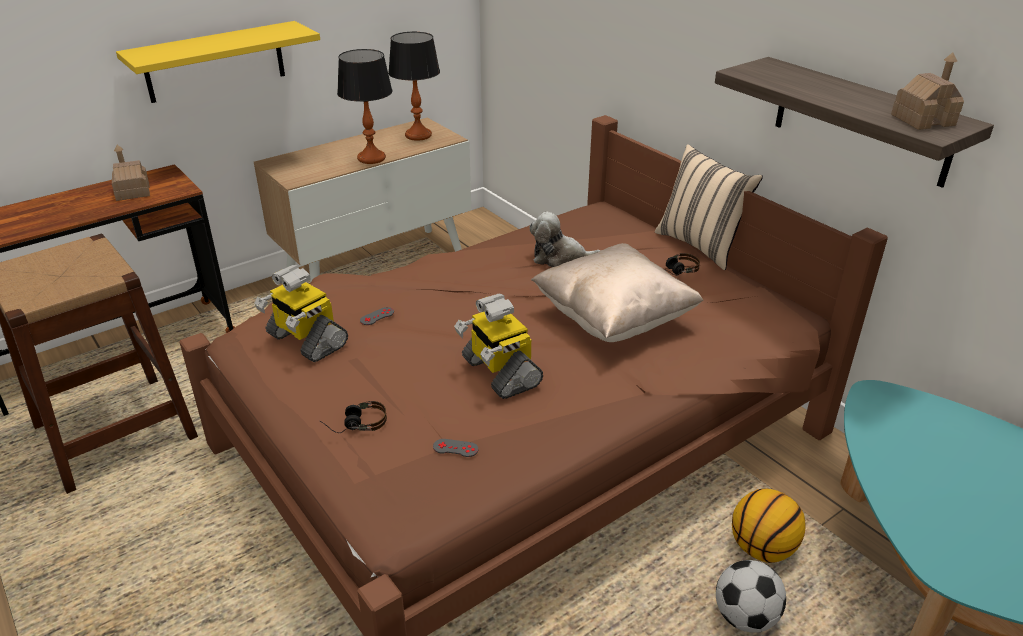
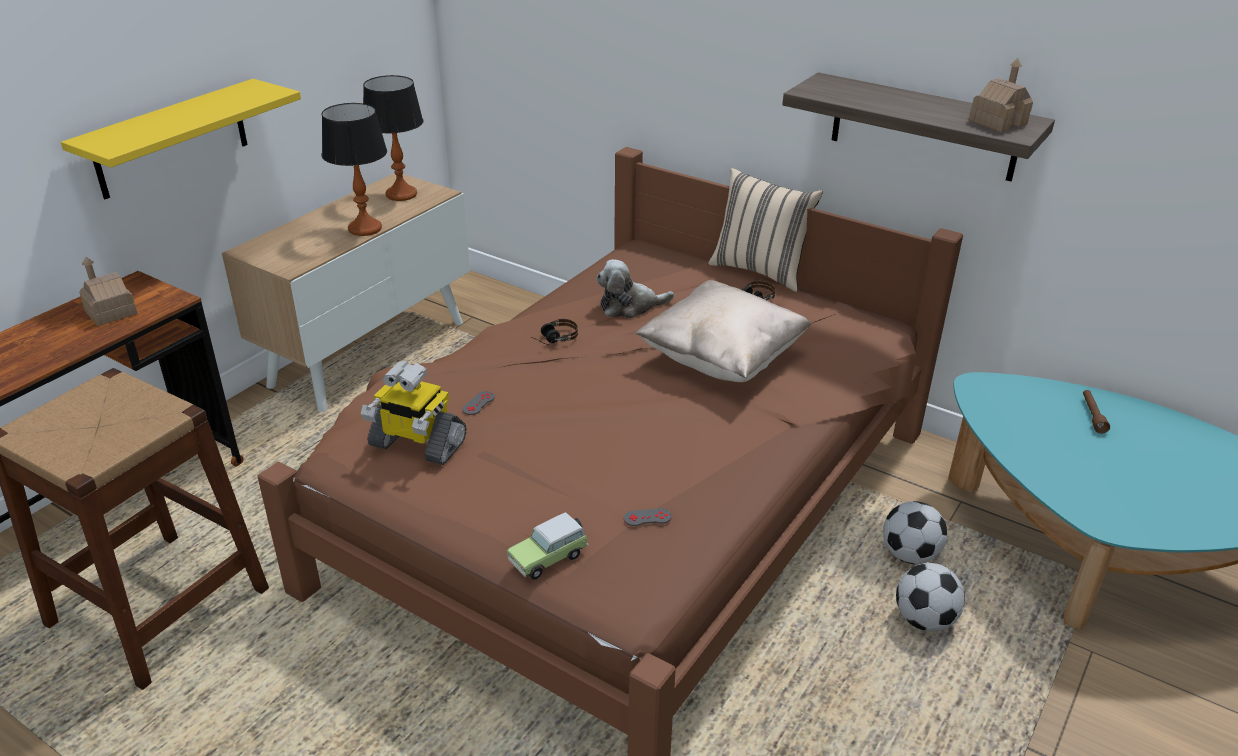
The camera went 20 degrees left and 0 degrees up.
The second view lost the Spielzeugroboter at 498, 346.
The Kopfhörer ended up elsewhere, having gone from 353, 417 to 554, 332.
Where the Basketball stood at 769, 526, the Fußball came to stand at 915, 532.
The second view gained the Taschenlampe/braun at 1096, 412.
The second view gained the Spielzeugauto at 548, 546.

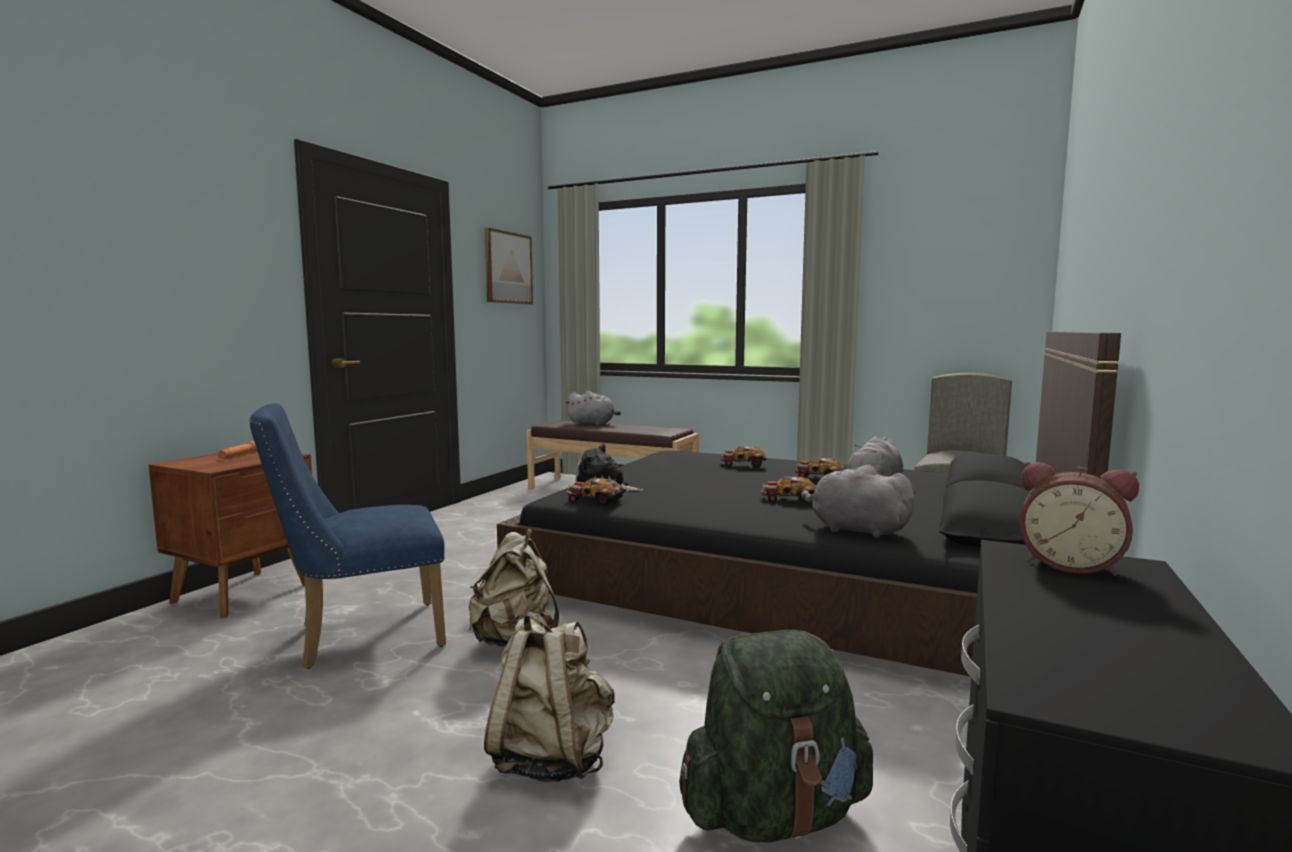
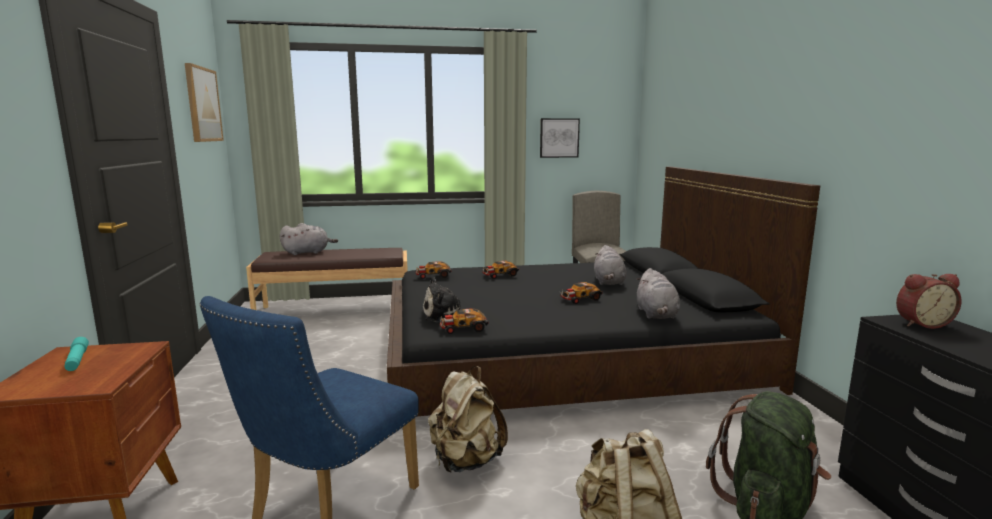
The camera went 35 degrees left and 5 degrees up.
What was the Taschenlampe/orange at 237, 450 turned into the Taschenlampe/türkis at 76, 354.
The Spielzeugauto ended up elsewhere, having gone from 821, 467 to 433, 270.
The Plüschtier/grau at 858, 501 ended up facing another way, 90 degrees counterclockwise from before.
The second view gained the Bild at 560, 138.

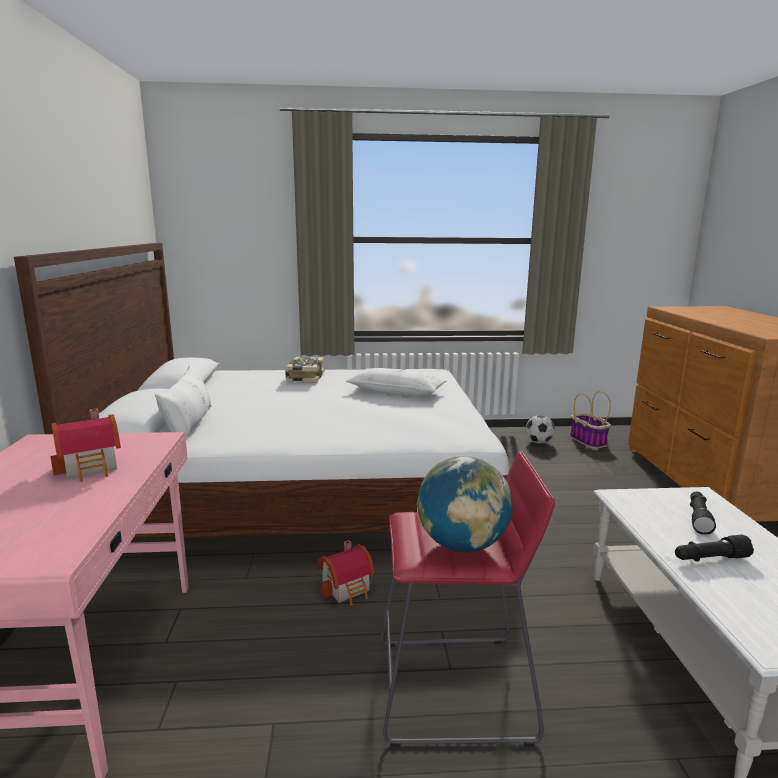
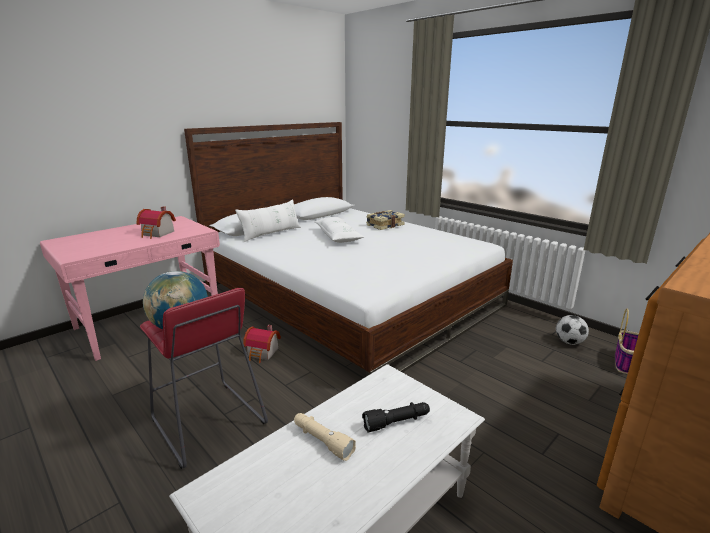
The camera went 50 degrees right and 5 degrees up.
The Kissen/weiß ended up elsewhere, having gone from 396, 382 to 339, 230.
What was the Taschenlampe/schwarz at 714, 548 turned into the Taschenlampe/beige at 325, 437.

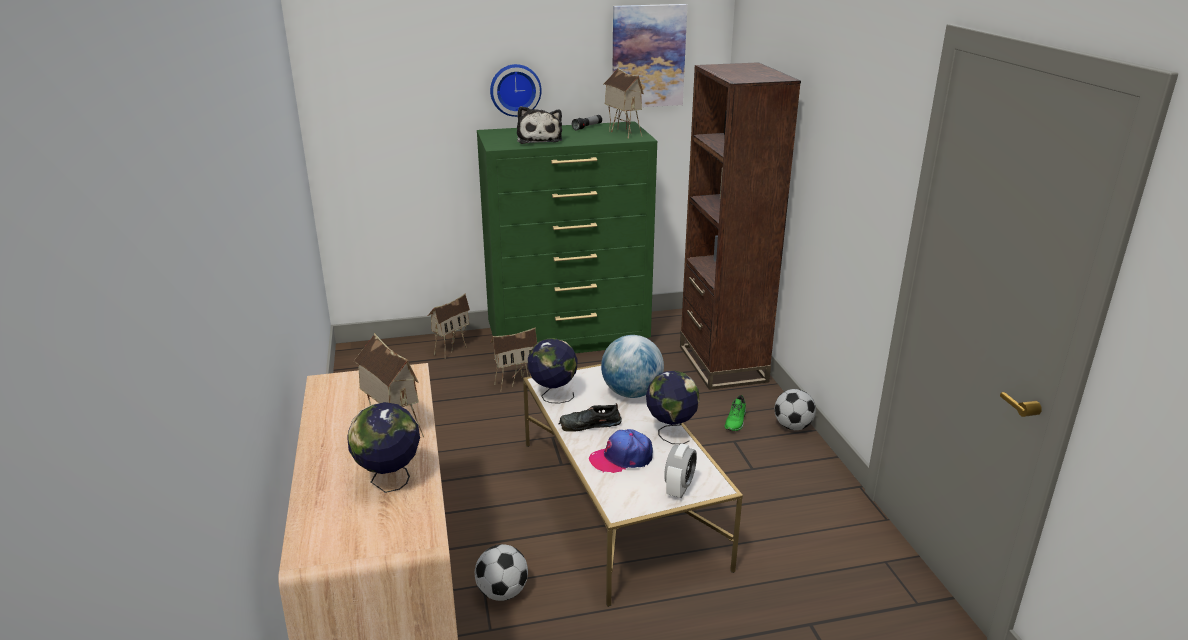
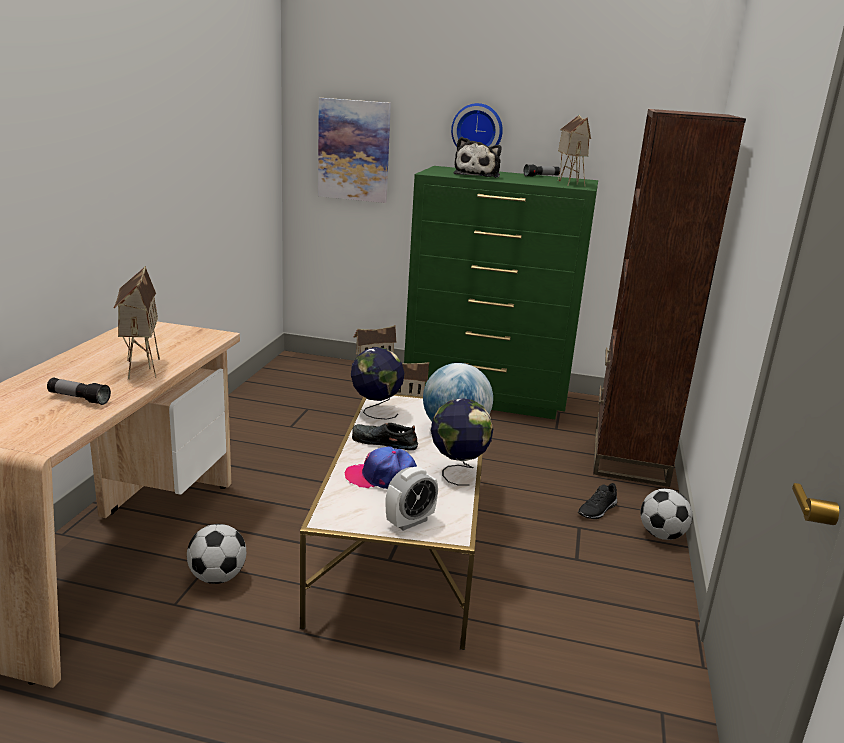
The camera went 25 degrees right and 5 degrees down.
The Bild ended up elsewhere, having gone from 649, 56 to 354, 150.
What was the Schuh/grün at 735, 413 turned into the Schuh/schwarz at 597, 501.
Where the Globus stood at 383, 447, the Taschenlampe came to stand at 79, 391.

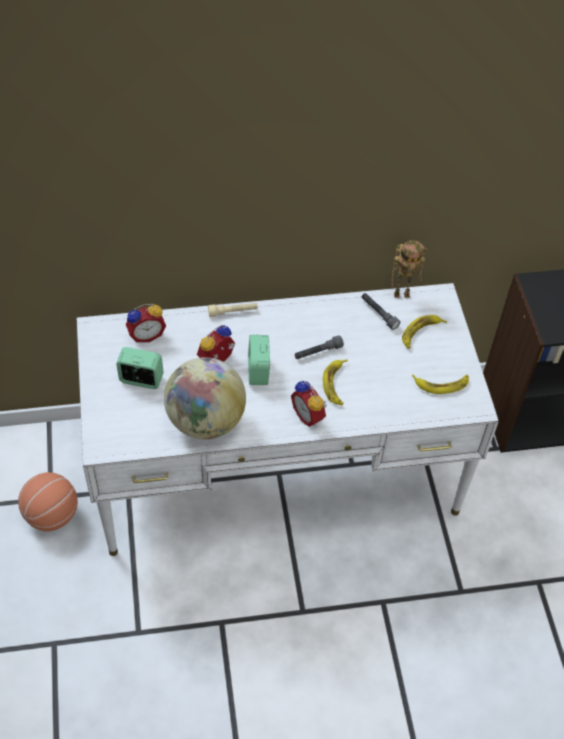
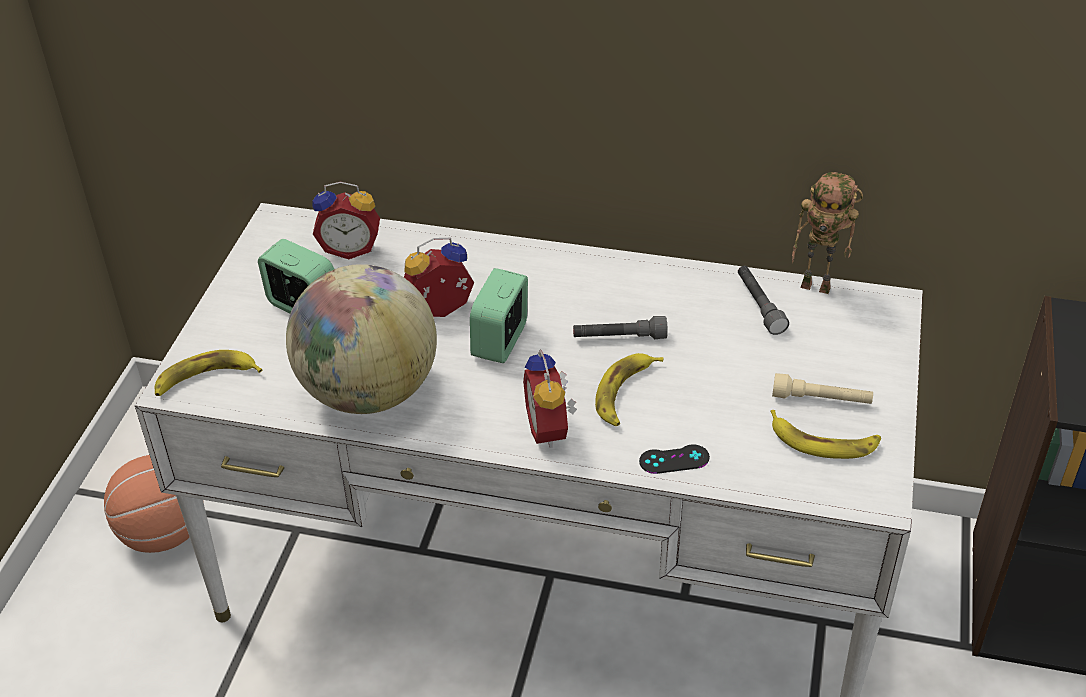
The camera went 25 degrees right and 10 degrees down.
The Taschenlampe/beige ended up elsewhere, having gone from 233, 310 to 822, 388.
The Banane ended up elsewhere, having gone from 424, 332 to 209, 373.
The second view gained the Gamepad/schwarz at 674, 459.

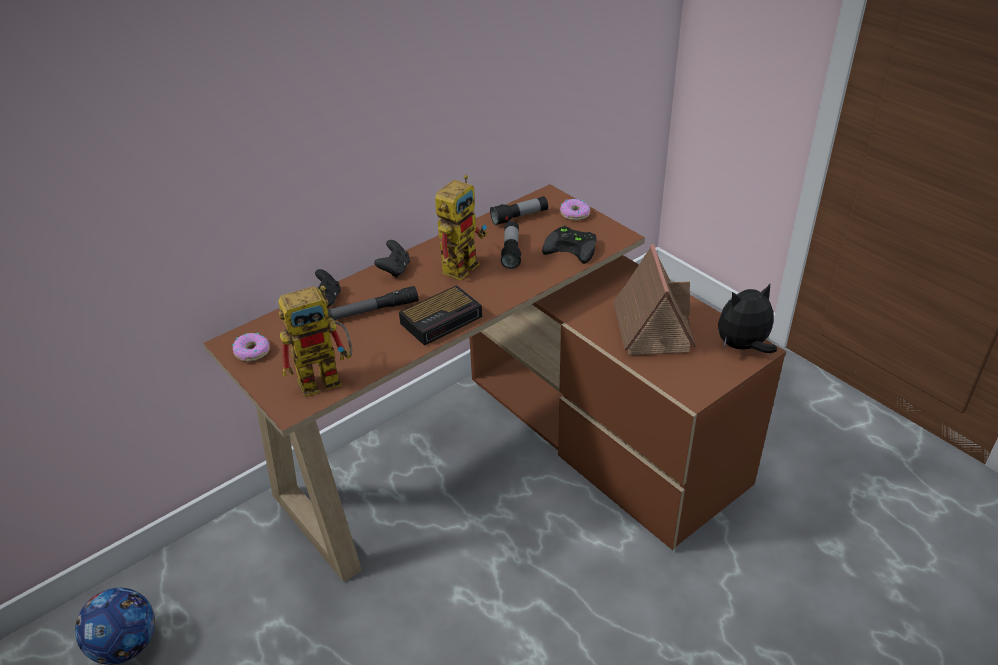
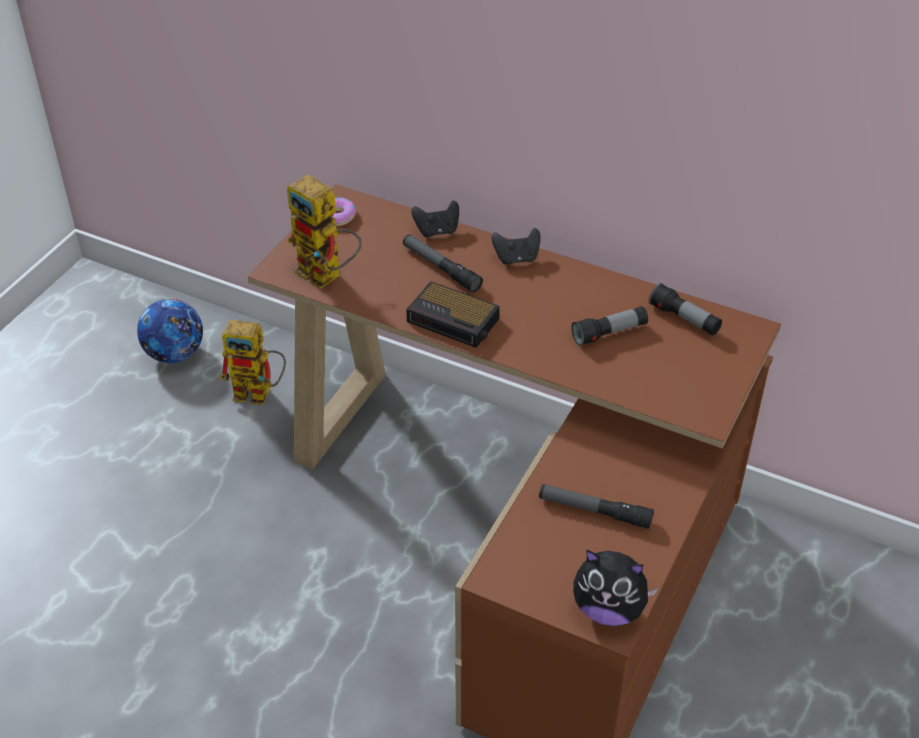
The camera went 65 degrees right and 5 degrees up.
The Spielzeugroboter ended up elsewhere, having gone from 461, 227 to 253, 362.
The second view lost the Donut at 575, 209.
The second view lost the Gamepad/schwarz at 569, 245.
Where the Spielzeughaus stood at 654, 299, the Taschenlampe came to stand at 596, 506.
The Plüschtier at 747, 318 ended up facing another way, 150 degrees clockwise from before.

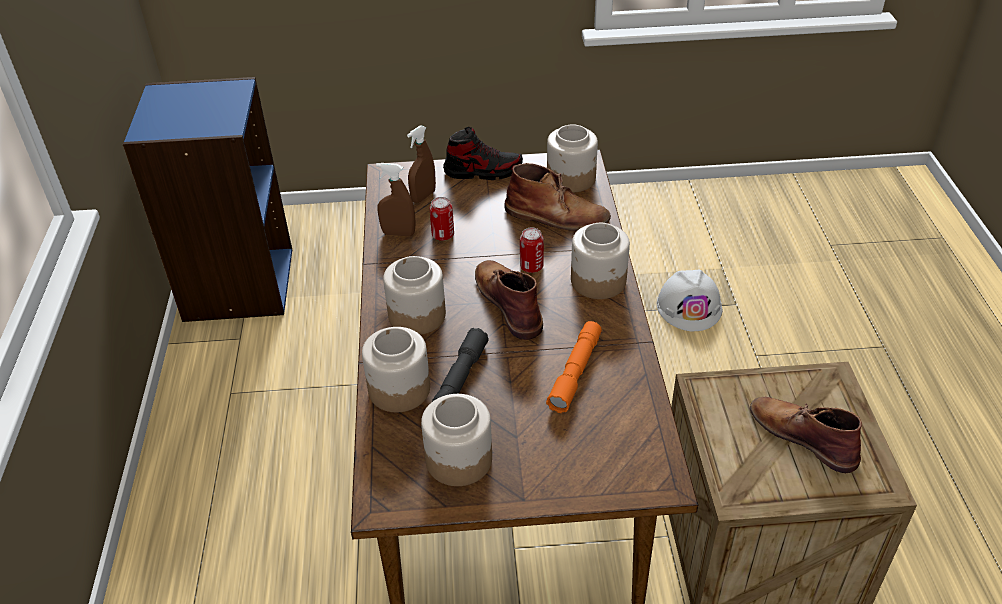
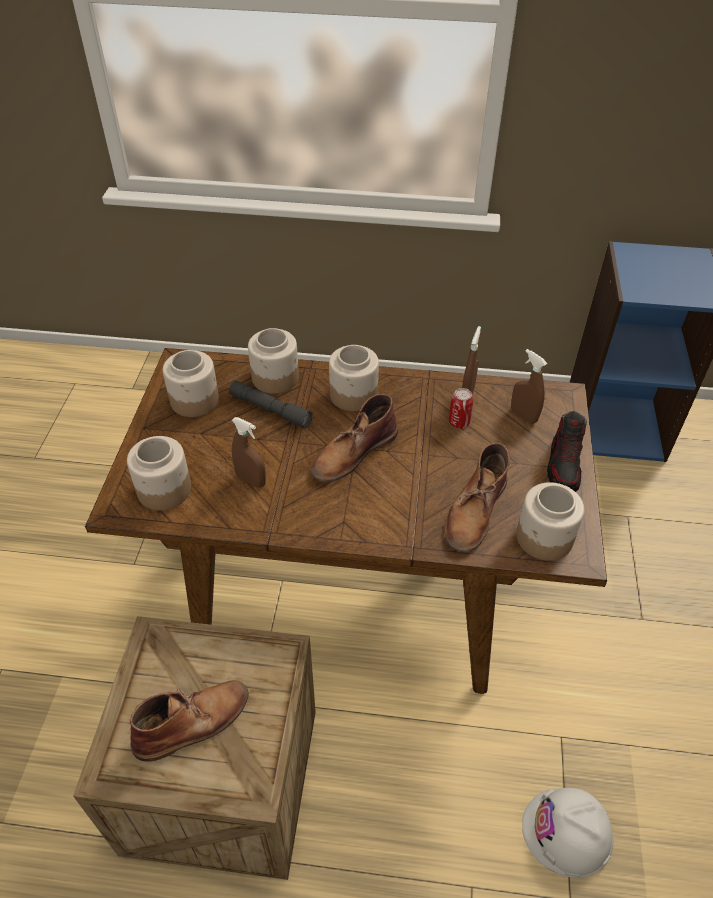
The camera went 100 degrees right and 5 degrees up.
The Vorratsglas ended up elsewhere, having gone from 600, 261 to 159, 473.
The second view lost the Dose at 532, 250.
The Stiefel/braun at 509, 300 ended up facing another way, 150 degrees clockwise from before.
Where the Taschenlampe/orange stood at 574, 367, the Sprühflasche/braun came to stand at 249, 452.

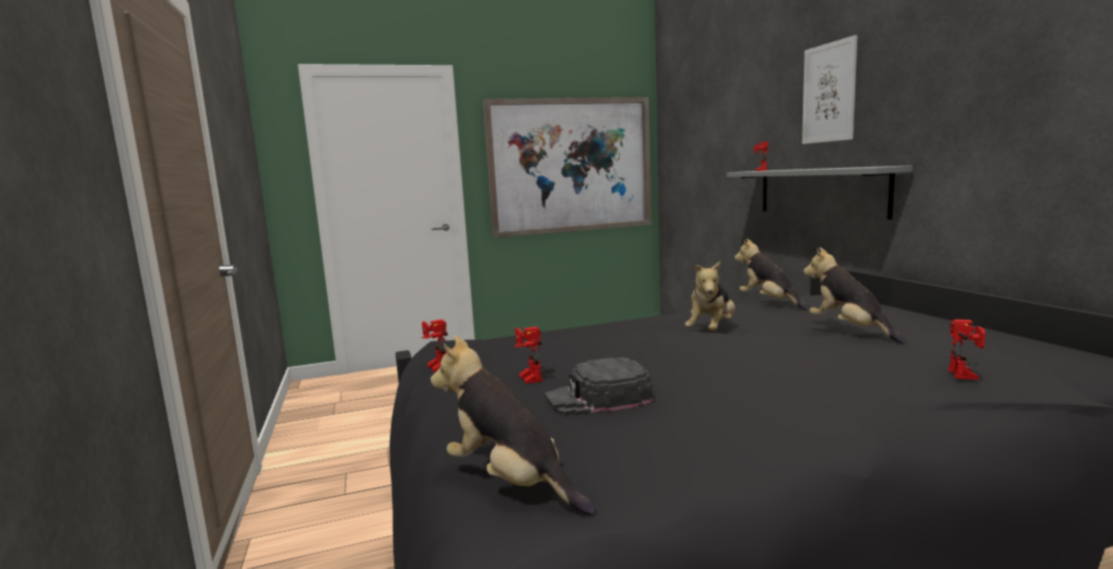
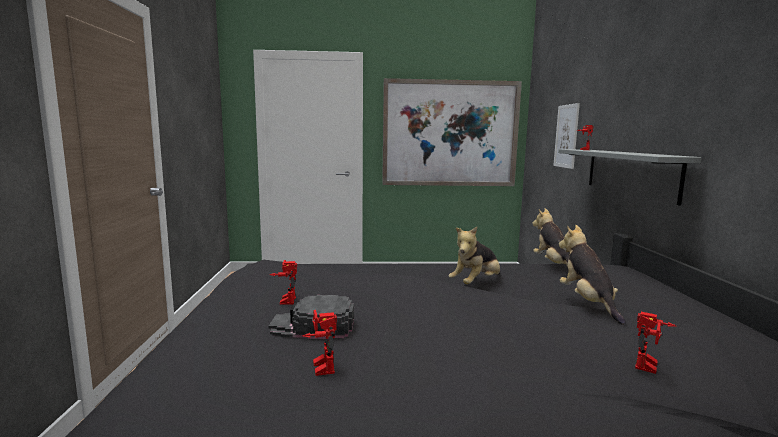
The camera went 15 degrees right and 0 degrees up.
The Bild ended up elsewhere, having gone from 829, 89 to 566, 136.
The Spielzeugroboter ended up elsewhere, having gone from 435, 345 to 319, 343.
The second view lost the Plüschtier at 513, 425.

